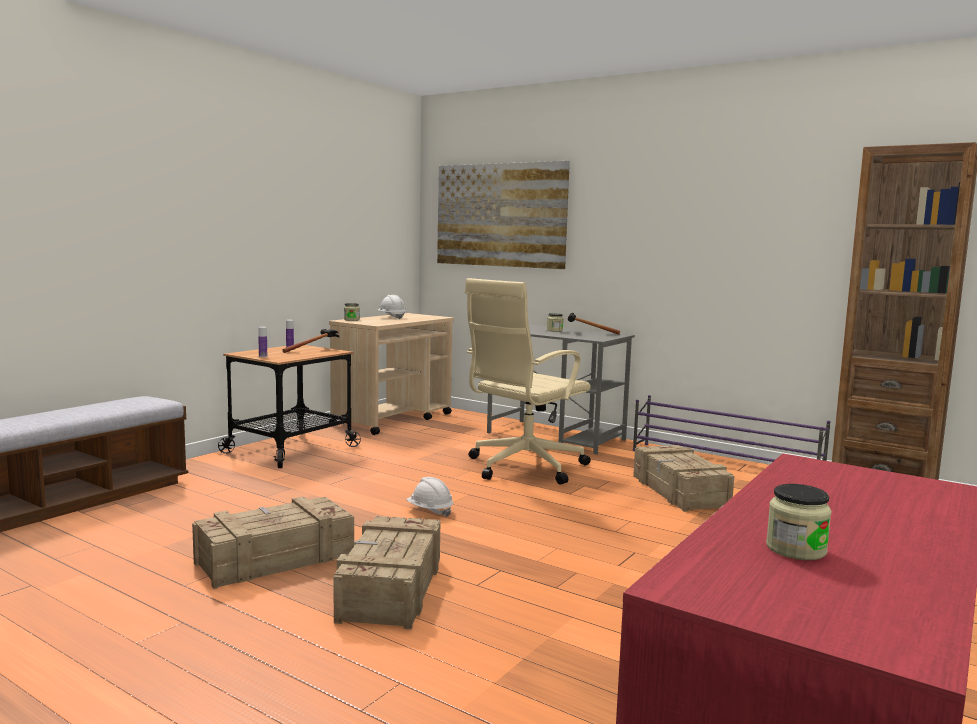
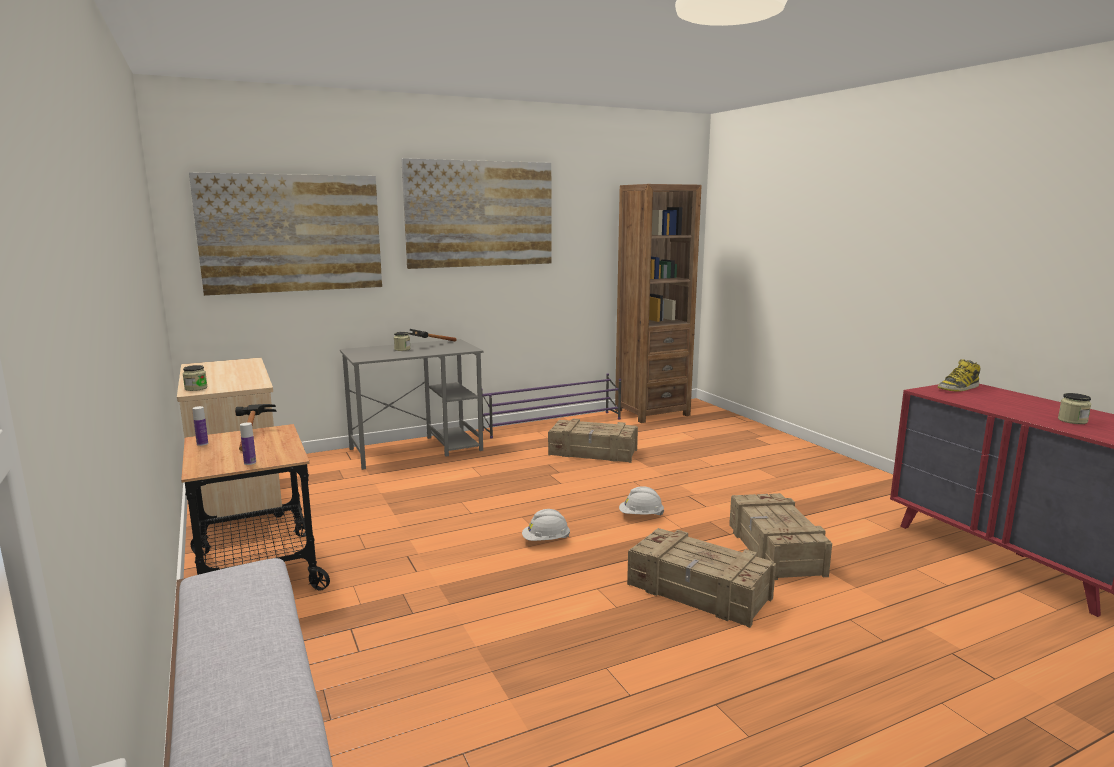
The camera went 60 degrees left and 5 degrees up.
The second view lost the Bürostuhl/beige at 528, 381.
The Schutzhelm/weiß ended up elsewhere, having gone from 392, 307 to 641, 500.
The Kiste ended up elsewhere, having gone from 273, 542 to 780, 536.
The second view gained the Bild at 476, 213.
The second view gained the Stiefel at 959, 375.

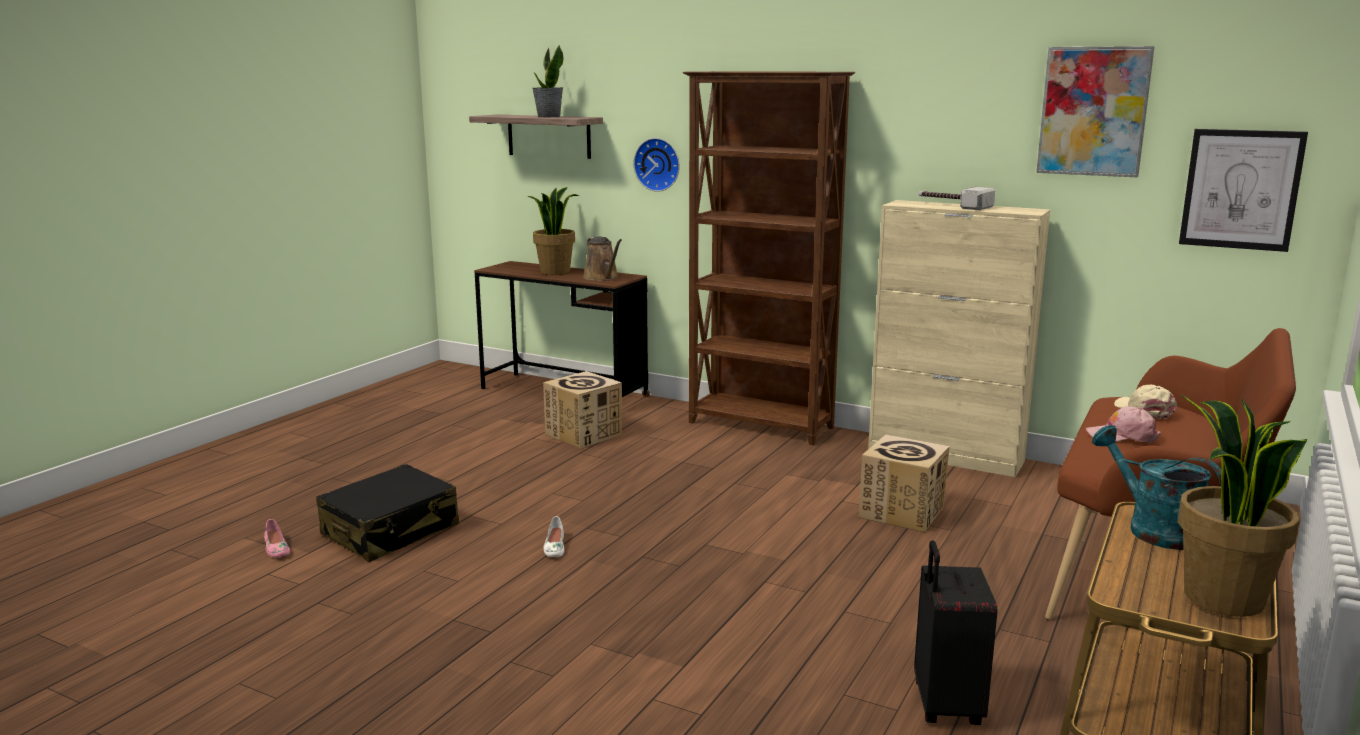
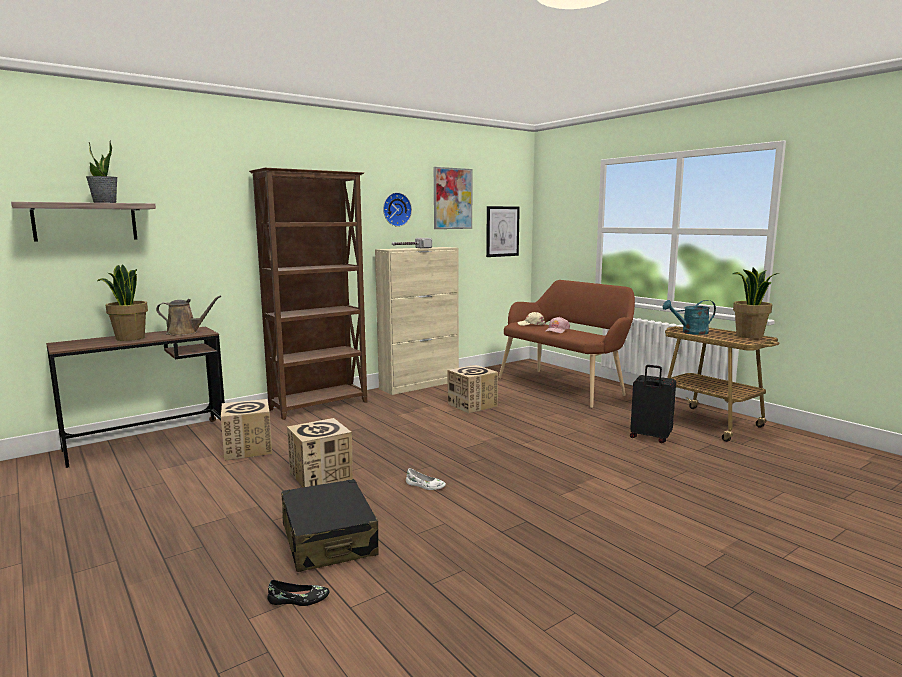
The camera went 65 degrees left and 5 degrees down.
The Wanduhr ended up elsewhere, having gone from 657, 165 to 397, 209.
What was the Schuh/rosa at 277, 538 turned into the Schuh/schwarz at 298, 593.
The second view gained the Karton at 320, 453.

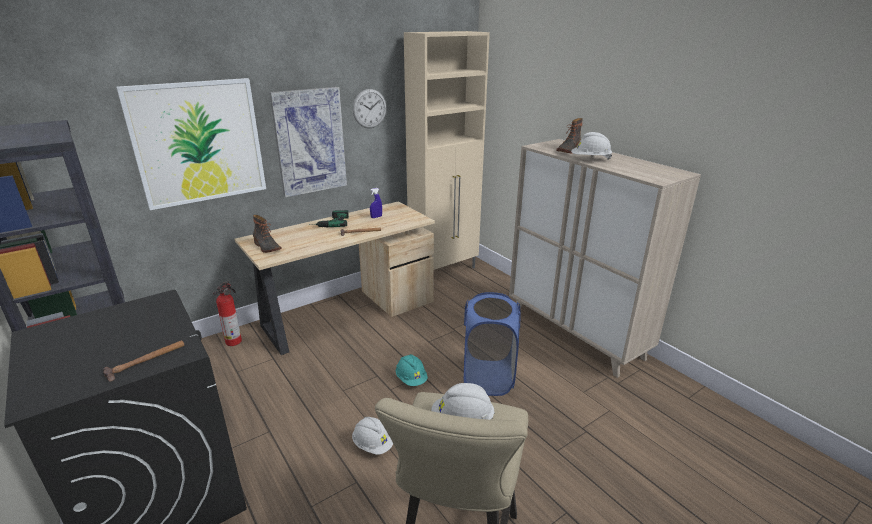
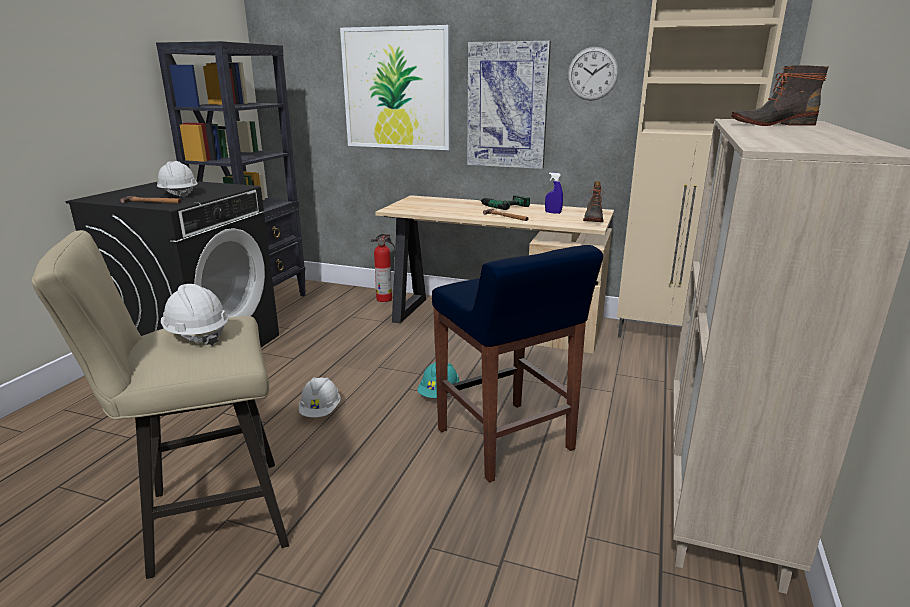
The camera went 55 degrees right and 5 degrees down.
The Schutzhelm/weiß ended up elsewhere, having gone from 591, 146 to 177, 179.
The Stiefel ended up elsewhere, having gone from 267, 234 to 593, 201.
Where the Wäschekorb/blau stood at 492, 344, the Hocker/blau came to stand at 517, 364.

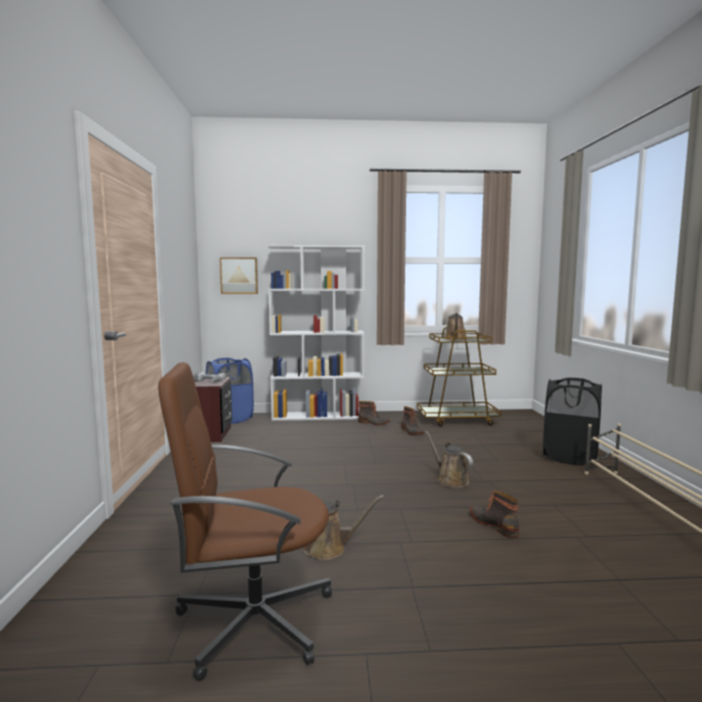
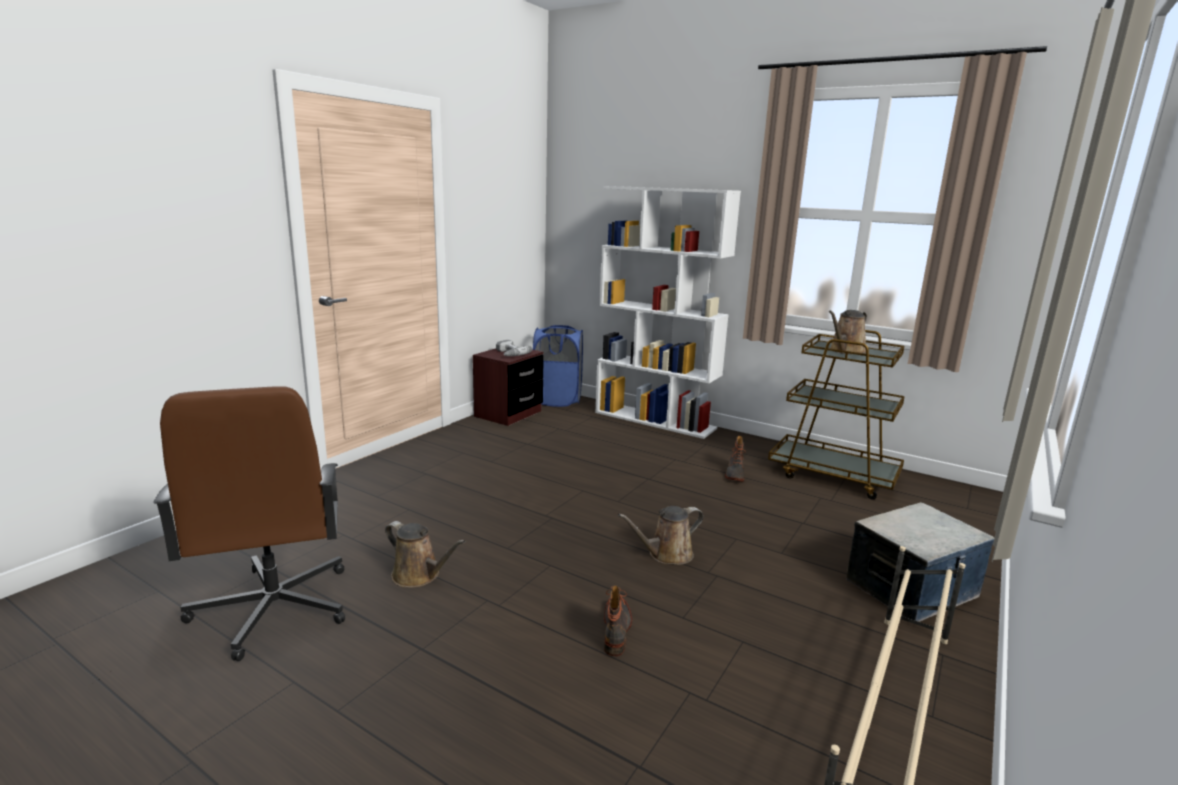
The camera went 35 degrees right and 10 degrees up.
The second view lost the Bild at 239, 275.
The Bürostuhl/braun at 245, 521 ended up facing another way, 135 degrees counterclockwise from before.
Where the Wäschekorb/schwarz stood at 572, 421, the Aufbewahrungsbox came to stand at 920, 562.
The second view lost the Stiefel at 374, 413.
The Gießkanne/braun at 449, 459 ended up facing another way, 120 degrees counterclockwise from before.

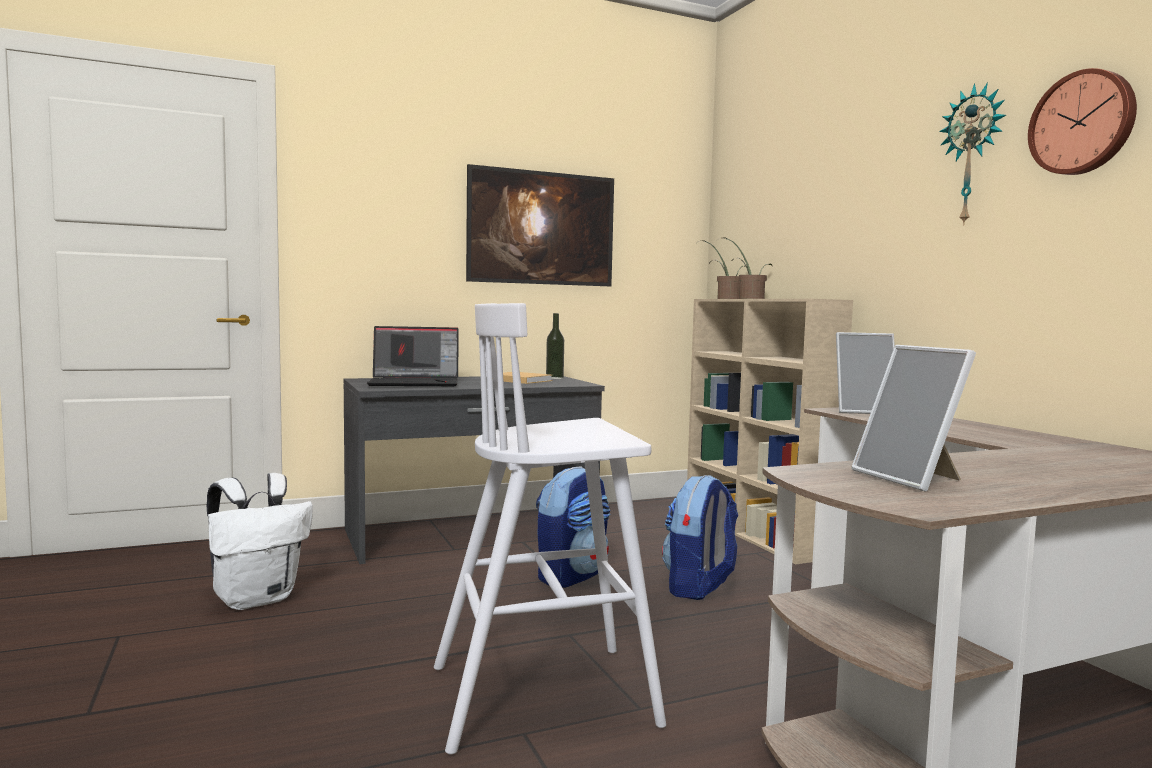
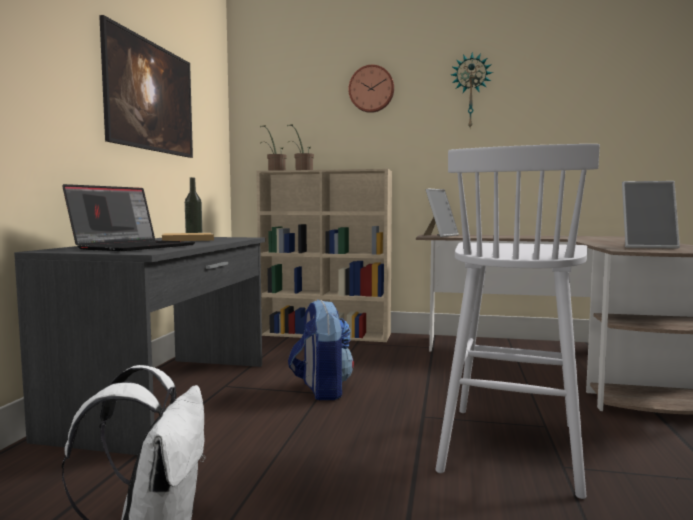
The camera went 55 degrees left and 0 degrees up.
The Wanduhr ended up elsewhere, having gone from 1082, 121 to 371, 89.
The second view lost the Rucksack at 700, 537.

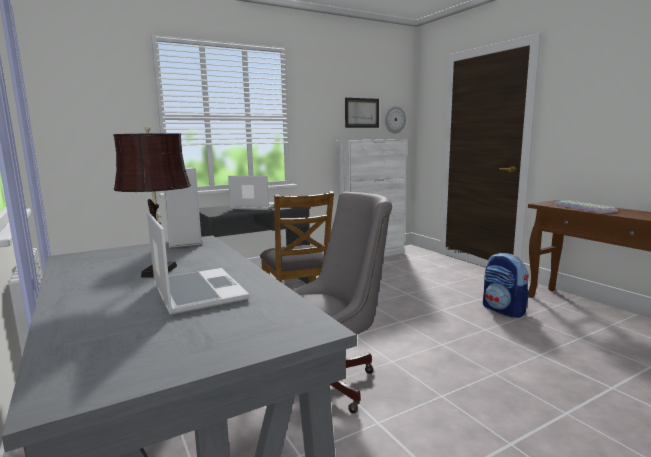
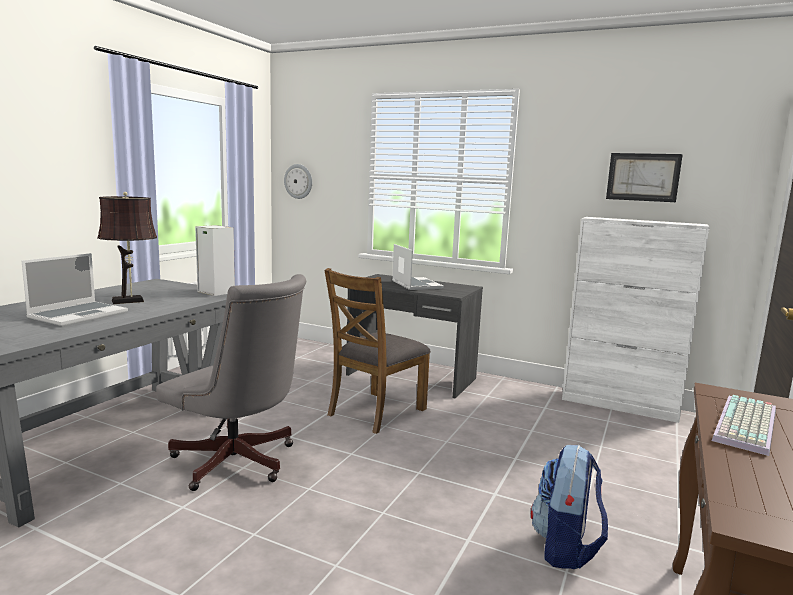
The camera went 55 degrees right and 0 degrees up.
The Wanduhr ended up elsewhere, having gone from 395, 119 to 298, 181.

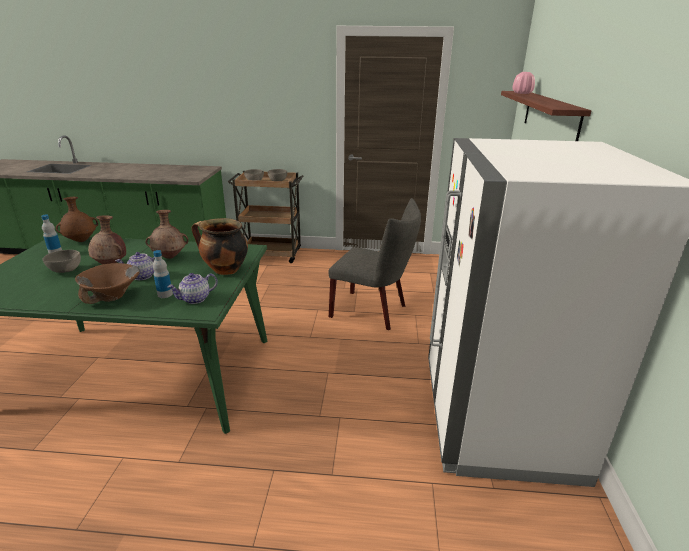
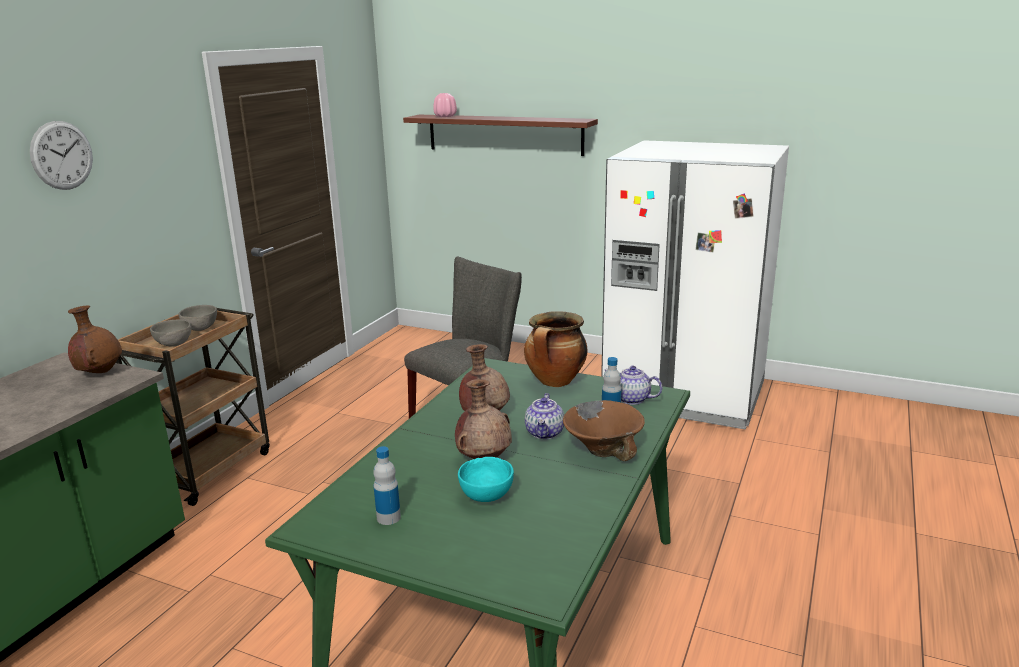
The camera went 70 degrees left and 5 degrees down.
The Vase/braun ended up elsewhere, having gone from 77, 219 to 95, 339.
What was the Schüssel/grau at 62, 261 turned into the Schüssel/türkis at 486, 479.
The Teekanne at 192, 288 ended up facing another way, 135 degrees clockwise from before.
The second view gained the Wanduhr at 61, 155.

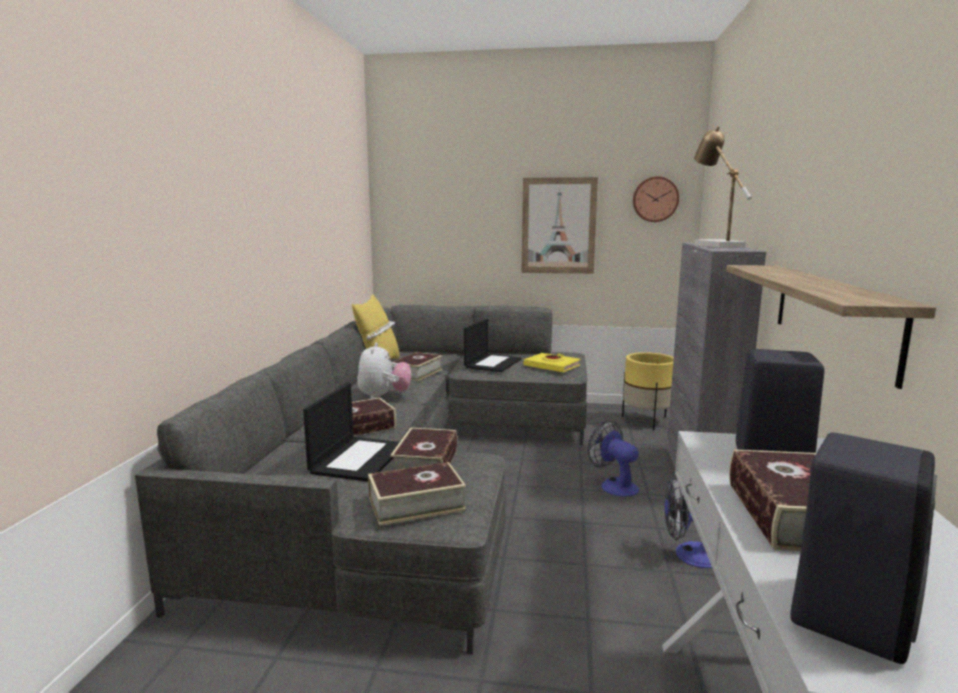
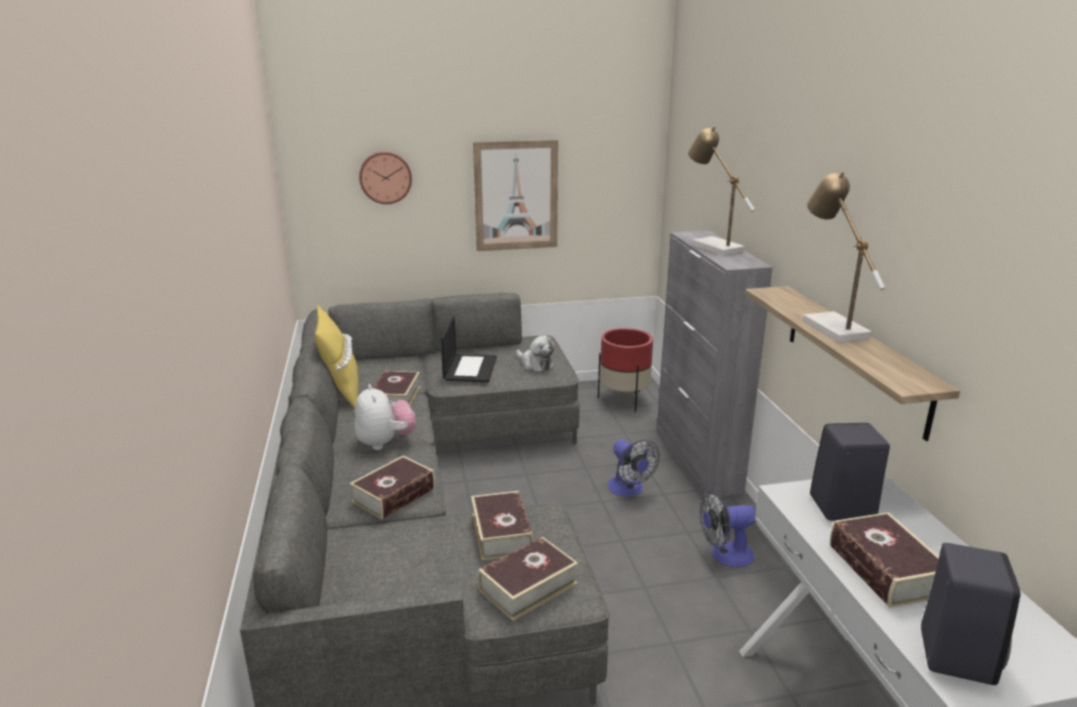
The camera went 20 degrees left and 10 degrees up.
The Wanduhr ended up elsewhere, having gone from 656, 199 to 385, 177.
What was the Pflanzkübel/gelb at 648, 391 turned into the Pflanzkübel/rot at 625, 370.
Where the Buch/gelb stood at 552, 363, the Plüschtier came to stand at 535, 353.
The second view lost the Laptop at 351, 432.
The Ventilator at 613, 458 ended up facing another way, 150 degrees counterclockwise from before.
The second view gained the Tischlampe at 844, 256.

